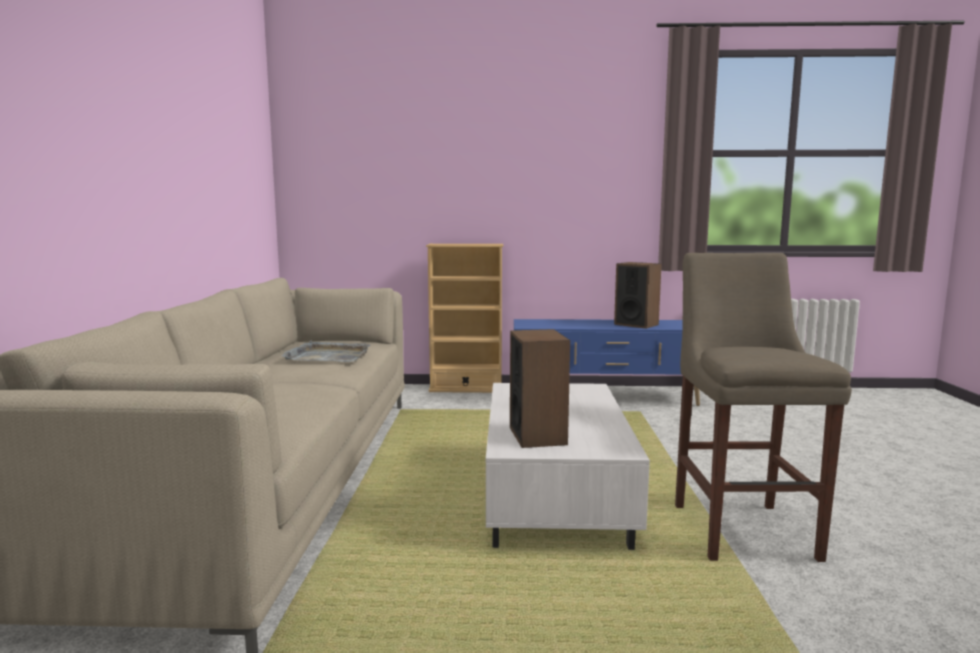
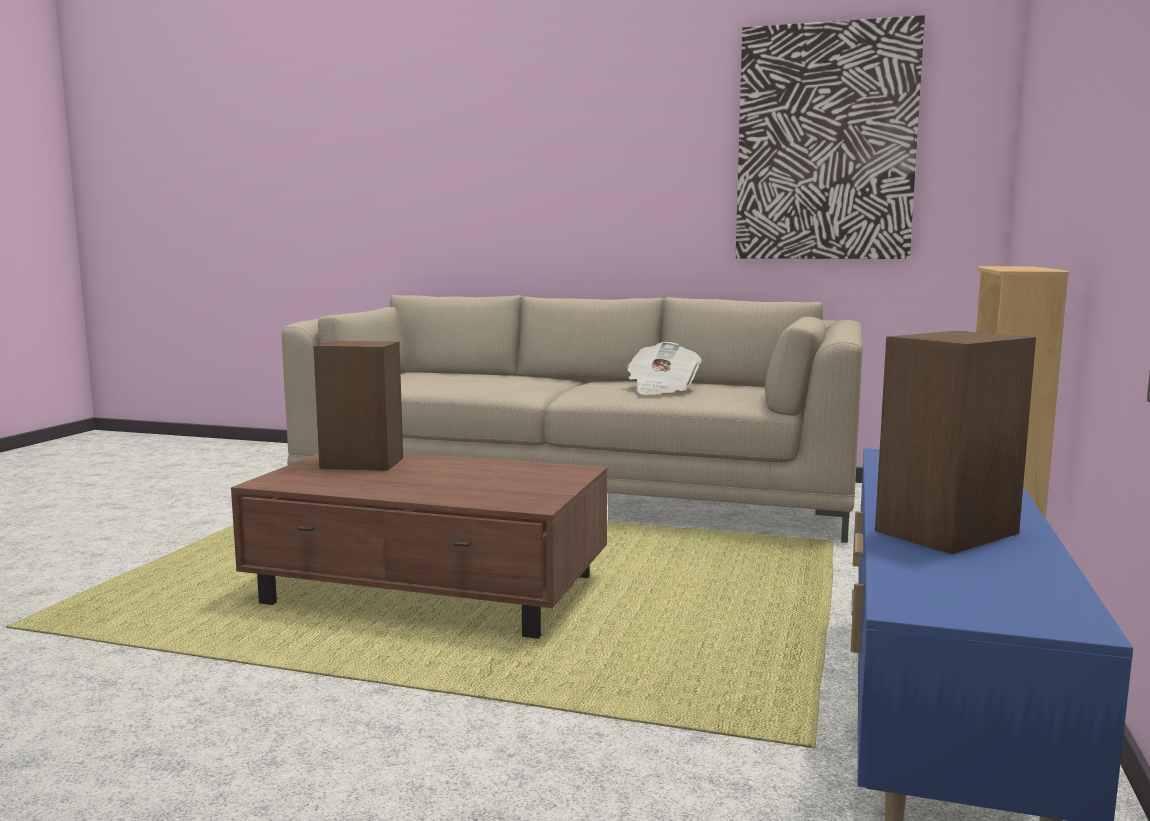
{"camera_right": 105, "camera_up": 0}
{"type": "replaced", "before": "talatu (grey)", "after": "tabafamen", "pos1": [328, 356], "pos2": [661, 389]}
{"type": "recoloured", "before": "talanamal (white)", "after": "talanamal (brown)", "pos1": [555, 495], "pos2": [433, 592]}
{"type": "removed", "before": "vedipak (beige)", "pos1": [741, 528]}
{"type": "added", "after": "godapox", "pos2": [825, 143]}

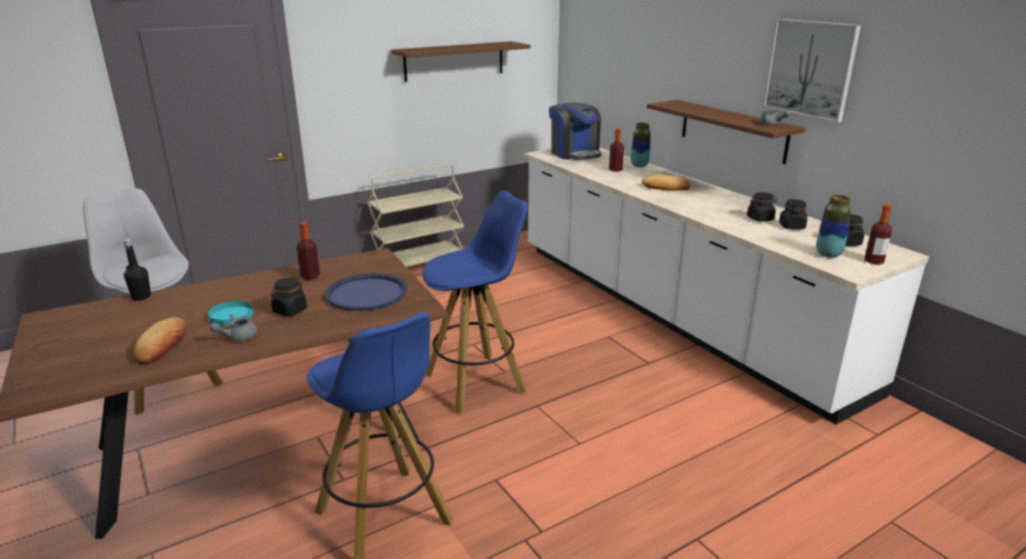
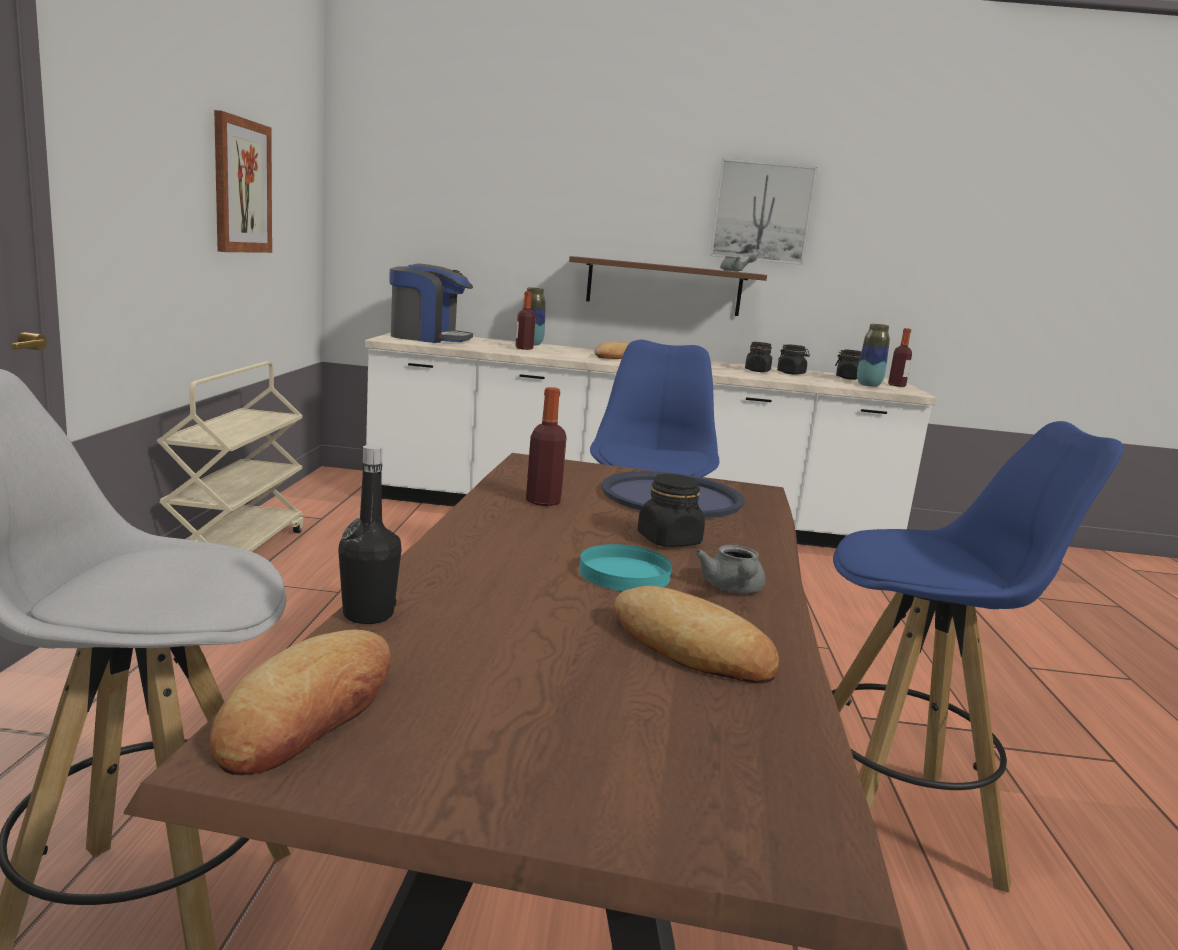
{"camera_right": -55, "camera_up": -10}
{"type": "replaced", "before": "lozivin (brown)", "after": "godapox", "pos1": [454, 61], "pos2": [241, 186]}
{"type": "added", "after": "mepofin", "pos2": [309, 712]}

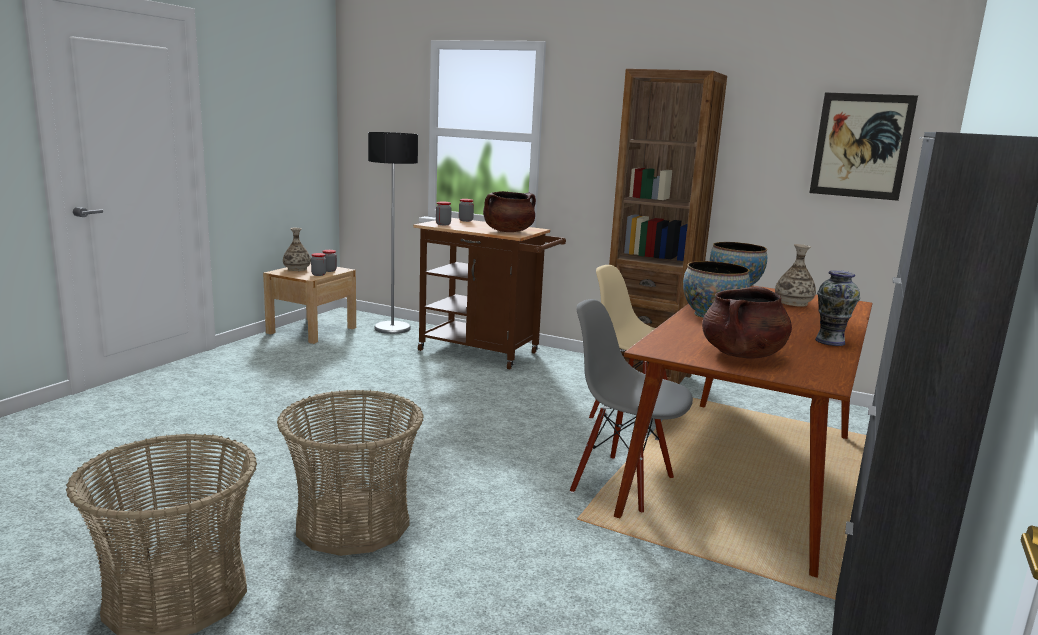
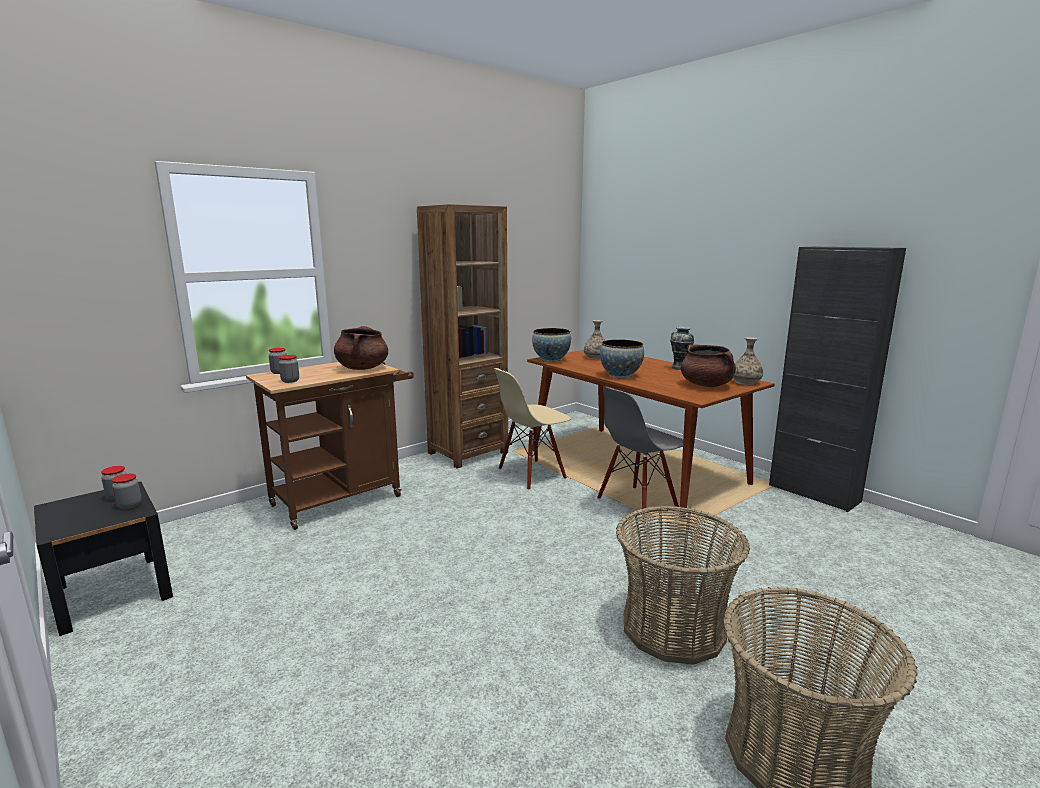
{"camera_right": -65, "camera_up": 0}
{"type": "recoloured", "before": "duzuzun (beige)", "after": "duzuzun (black)", "pos1": [312, 330], "pos2": [112, 592]}
{"type": "moved", "before": "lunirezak", "pos1": [297, 269], "pos2": [745, 382]}
{"type": "removed", "before": "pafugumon", "pos1": [392, 328]}
{"type": "removed", "before": "godapox", "pos1": [861, 146]}

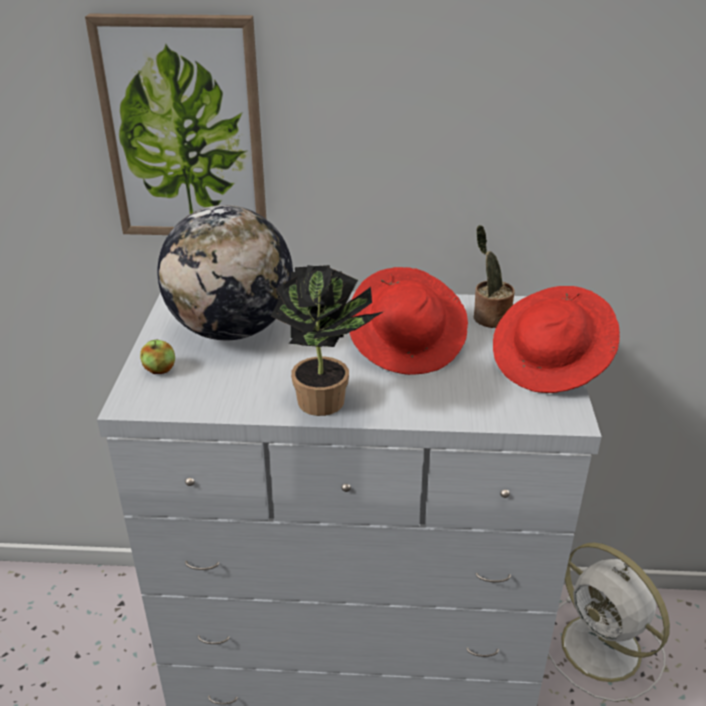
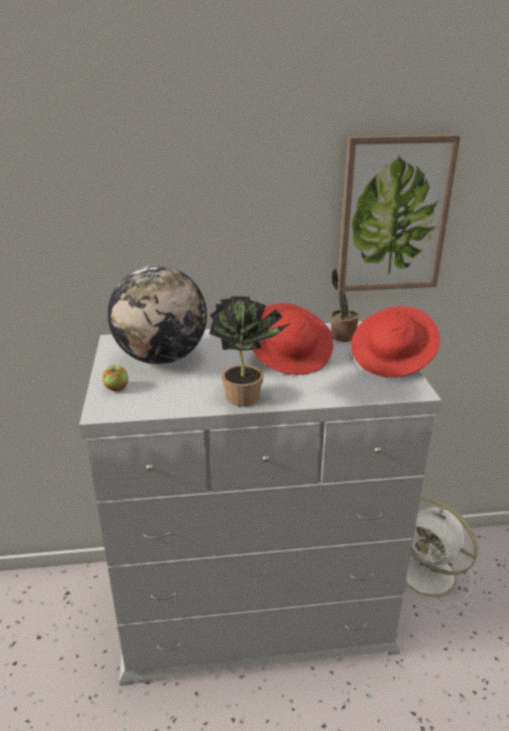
{"camera_right": -10, "camera_up": -5}
{"type": "moved", "before": "godapox", "pos1": [184, 130], "pos2": [393, 215]}

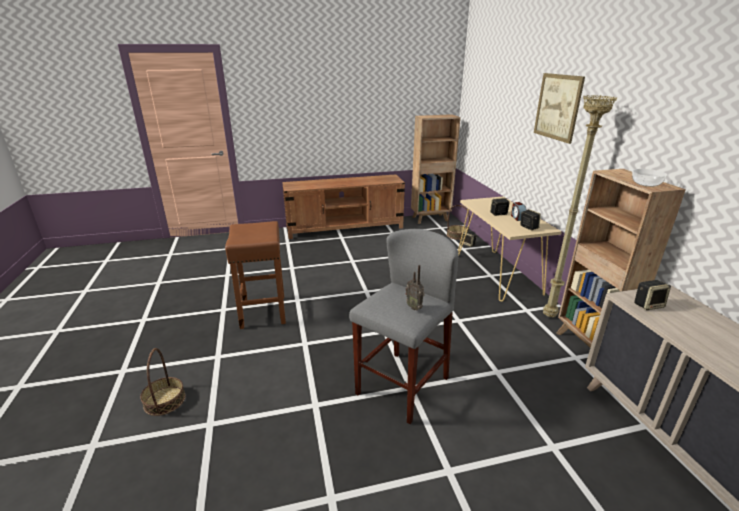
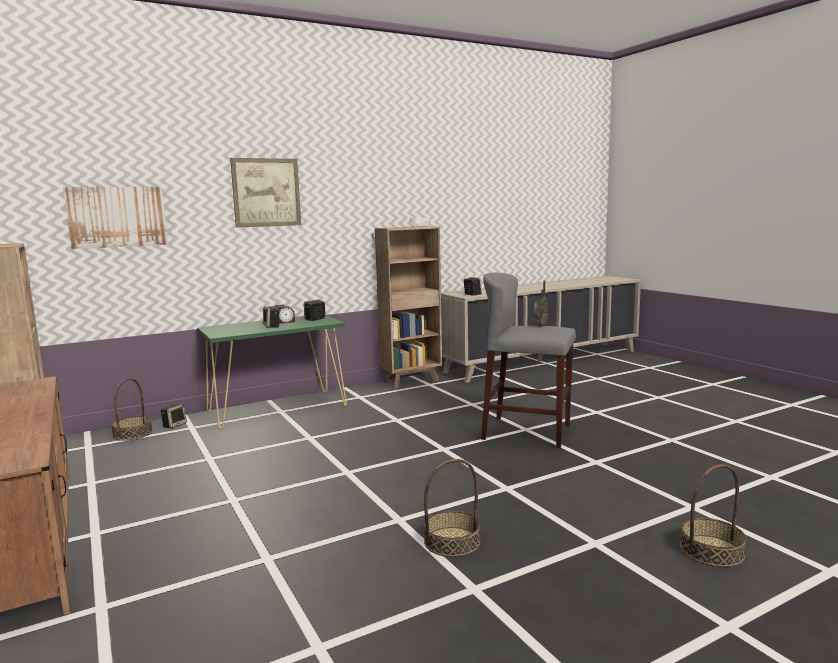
{"camera_right": -105, "camera_up": -15}
{"type": "replaced", "before": "vedipak (brown)", "after": "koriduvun", "pos1": [263, 311], "pos2": [452, 542]}
{"type": "recoloured", "before": "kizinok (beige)", "after": "kizinok (green)", "pos1": [497, 274], "pos2": [278, 408]}
{"type": "removed", "before": "pafugumon (beige)", "pos1": [550, 316]}
{"type": "added", "after": "godapox", "pos2": [117, 217]}

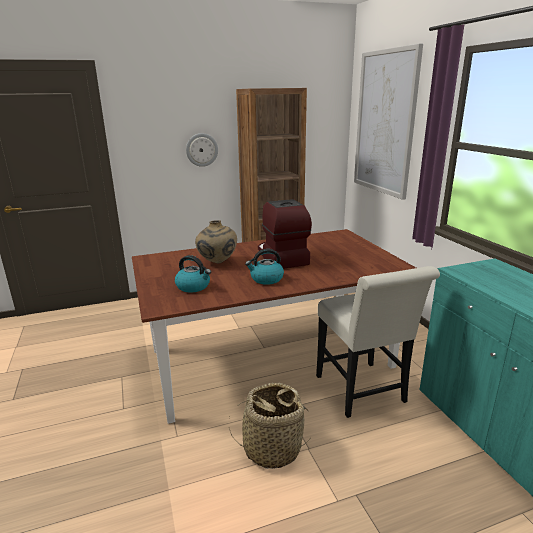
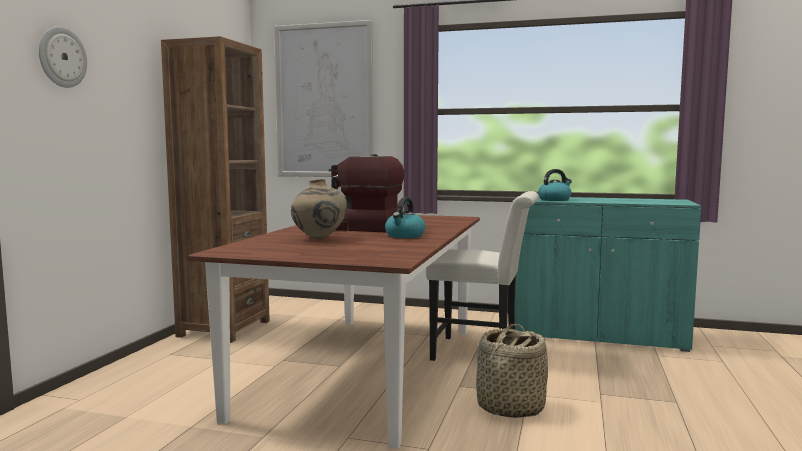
{"camera_right": -55, "camera_up": -15}
{"type": "moved", "before": "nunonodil", "pos1": [194, 286], "pos2": [554, 199]}
{"type": "moved", "before": "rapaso", "pos1": [202, 149], "pos2": [62, 57]}

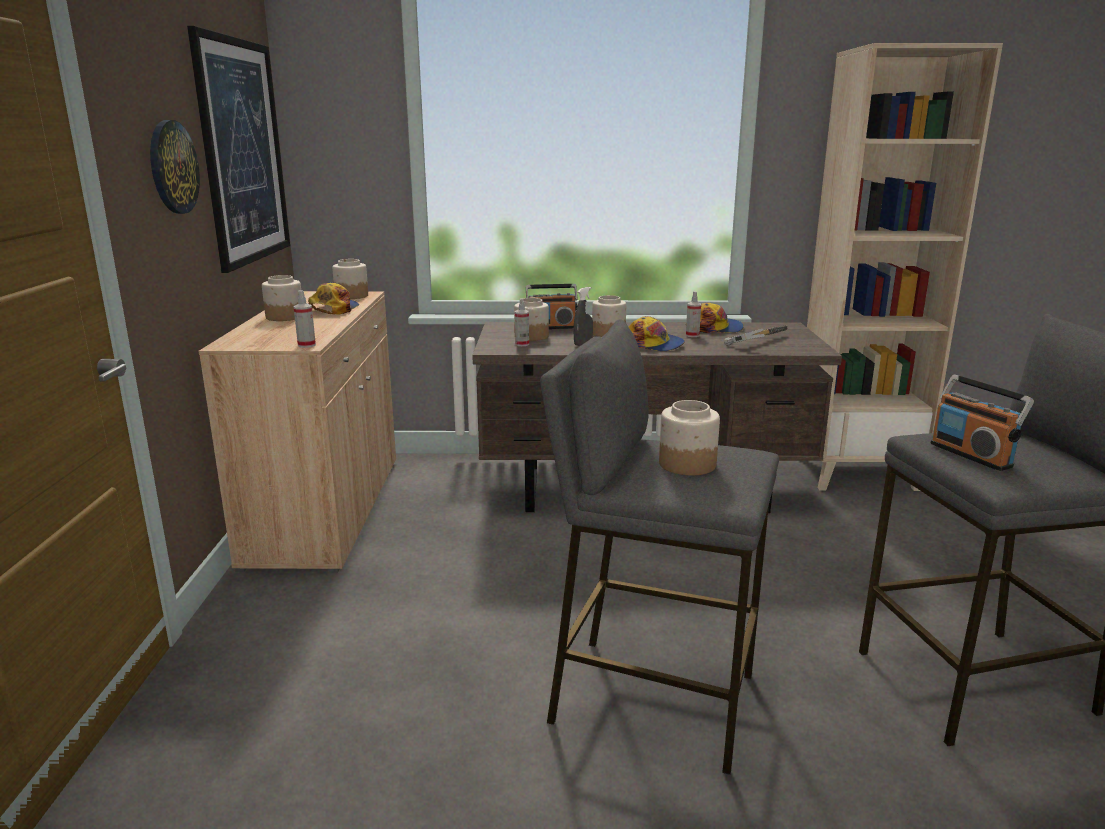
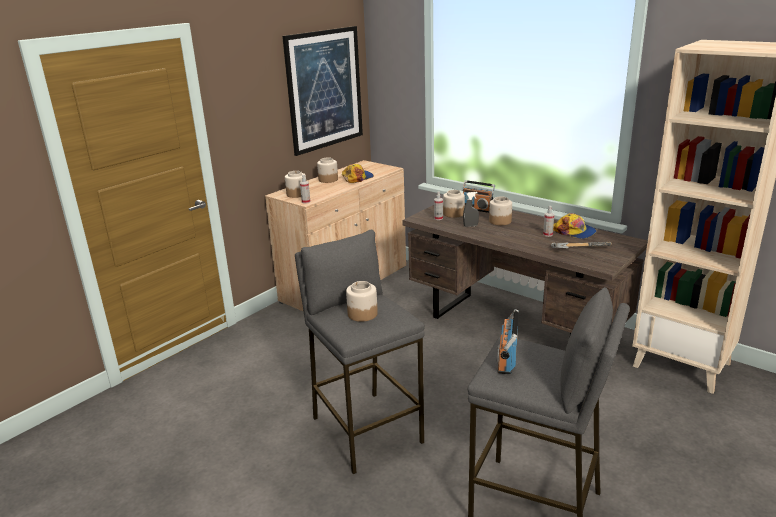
{"camera_right": 40, "camera_up": 5}
{"type": "removed", "before": "rapaso", "pos1": [172, 167]}
{"type": "moved", "before": "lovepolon", "pos1": [351, 296], "pos2": [297, 194]}
{"type": "removed", "before": "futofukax", "pos1": [652, 345]}

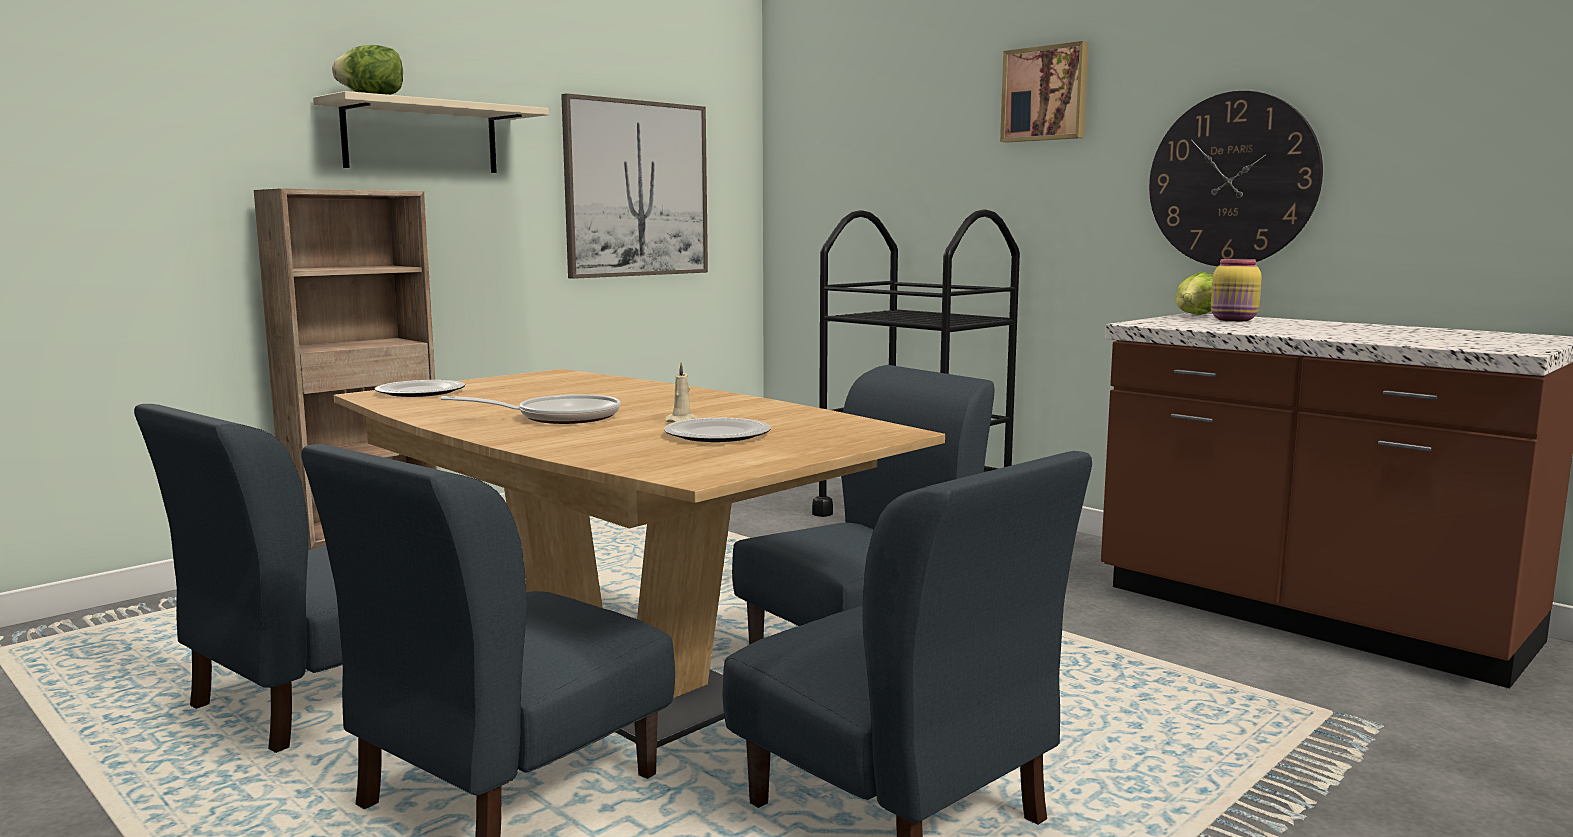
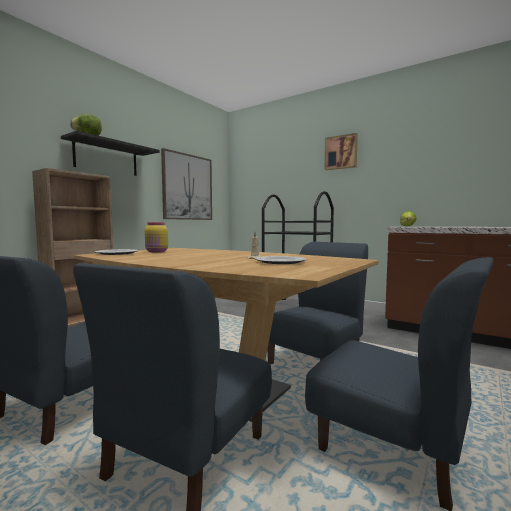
{"camera_right": -10, "camera_up": -5}
{"type": "recoloured", "before": "lozivin (beige)", "after": "lozivin (black)", "pos1": [421, 138], "pos2": [106, 158]}
{"type": "removed", "before": "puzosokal", "pos1": [559, 417]}
{"type": "removed", "before": "rapaso", "pos1": [1232, 180]}
{"type": "moved", "before": "lovepolon (yellow)", "pos1": [1234, 320], "pos2": [157, 252]}

